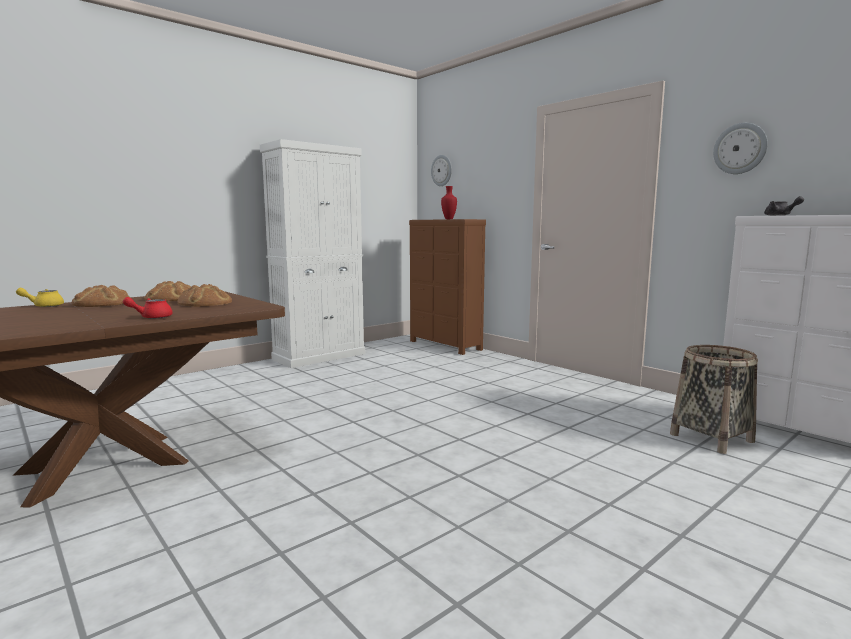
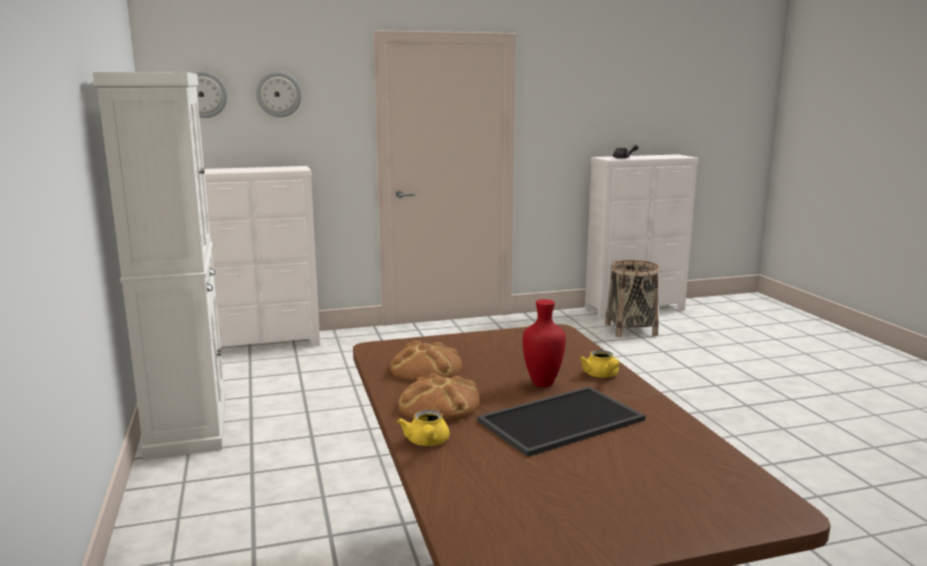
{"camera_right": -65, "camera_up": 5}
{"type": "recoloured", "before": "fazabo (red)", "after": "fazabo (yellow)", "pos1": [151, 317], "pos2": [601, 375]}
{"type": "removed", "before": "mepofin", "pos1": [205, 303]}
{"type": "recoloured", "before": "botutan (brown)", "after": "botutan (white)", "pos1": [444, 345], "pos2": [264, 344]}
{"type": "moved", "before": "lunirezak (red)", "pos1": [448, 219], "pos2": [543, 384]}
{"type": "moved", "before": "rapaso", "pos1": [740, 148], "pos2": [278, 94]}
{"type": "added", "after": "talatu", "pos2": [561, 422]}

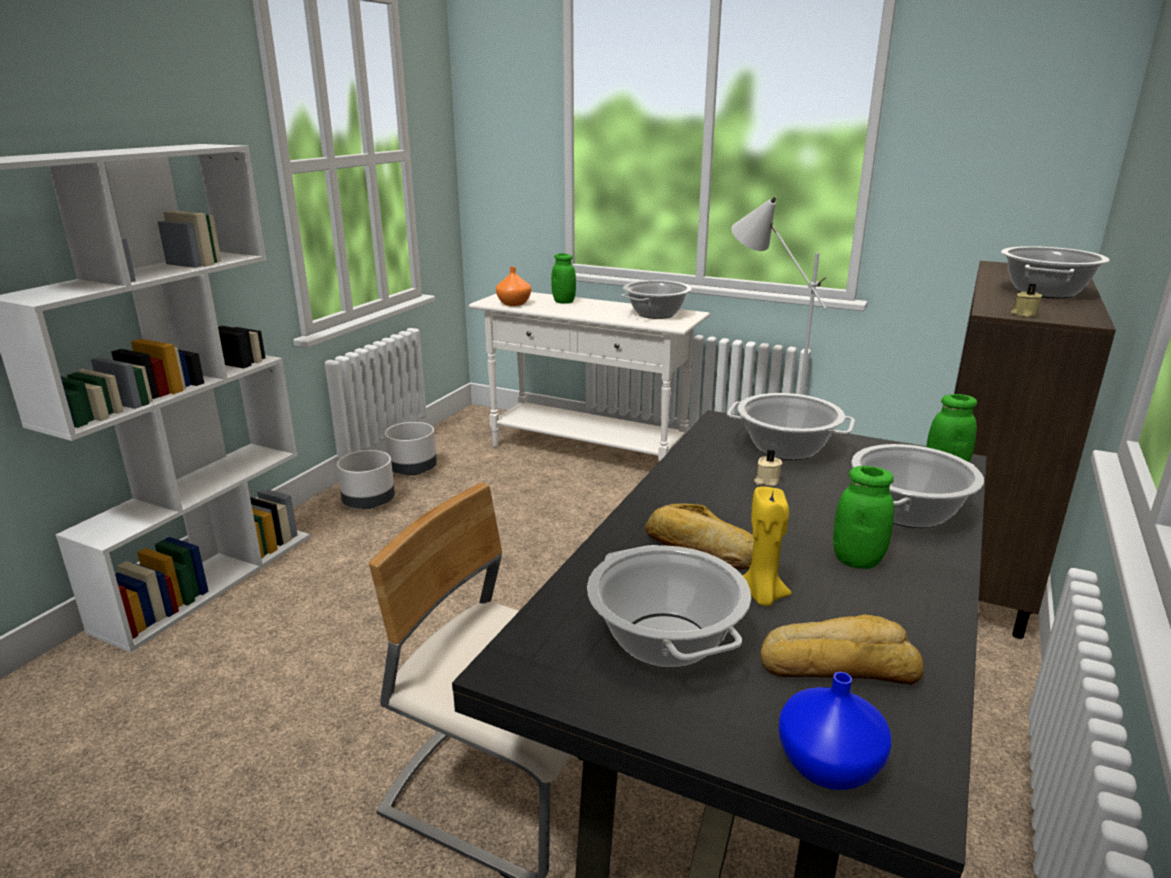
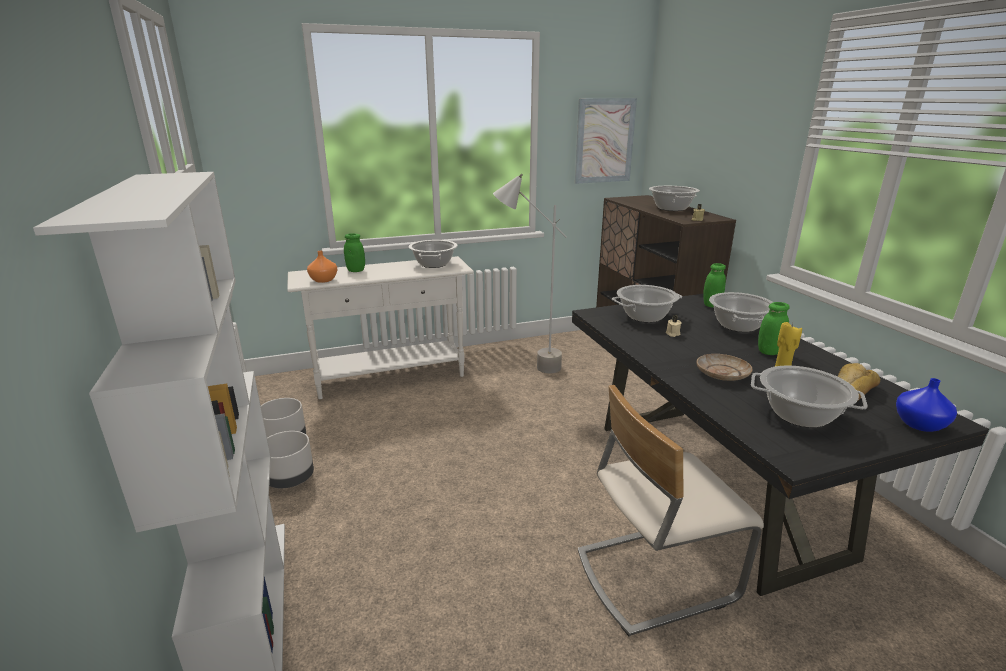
{"camera_right": -45, "camera_up": 0}
{"type": "replaced", "before": "mepofin", "after": "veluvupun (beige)", "pos1": [700, 548], "pos2": [722, 373]}
{"type": "added", "after": "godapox", "pos2": [604, 141]}

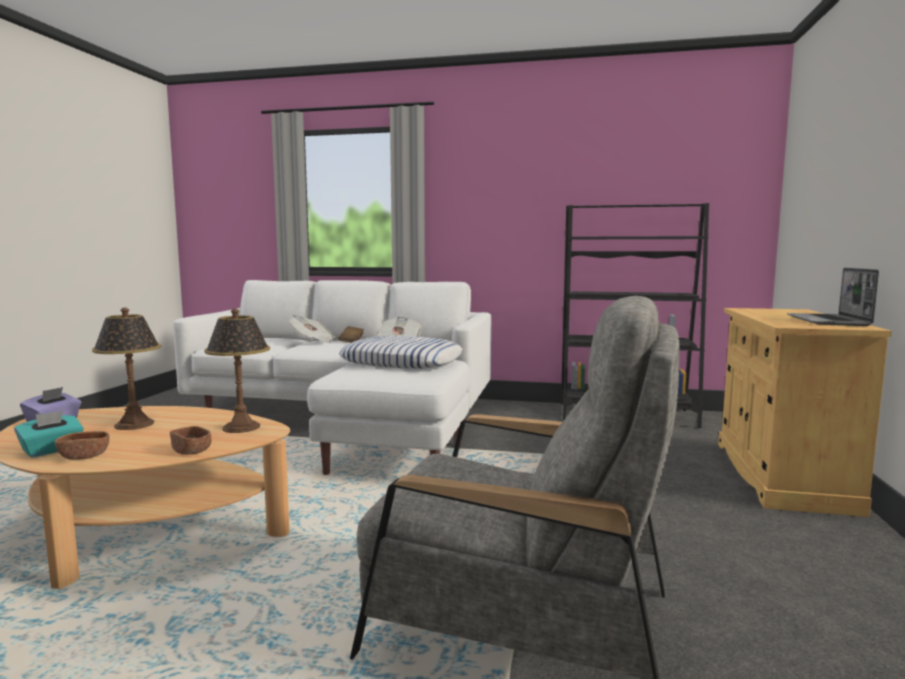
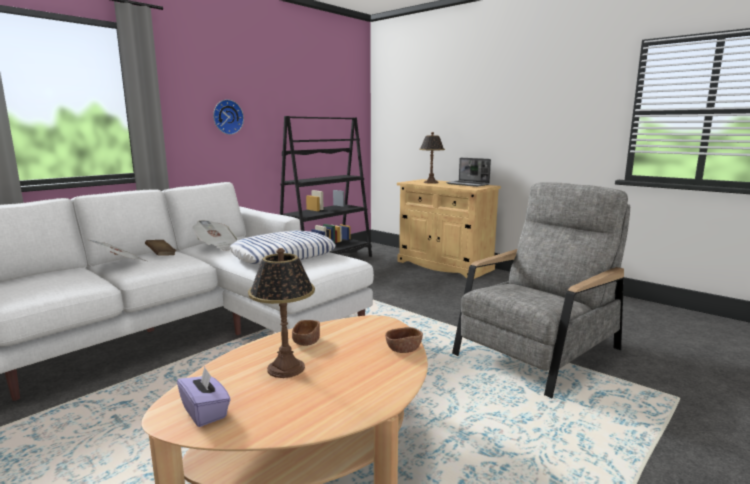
{"camera_right": -60, "camera_up": 5}
{"type": "removed", "before": "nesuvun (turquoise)", "pos1": [52, 450]}
{"type": "moved", "before": "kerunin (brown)", "pos1": [84, 456], "pos2": [306, 341]}
{"type": "moved", "before": "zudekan", "pos1": [241, 427], "pos2": [431, 182]}
{"type": "added", "after": "rapaso", "pos2": [227, 117]}

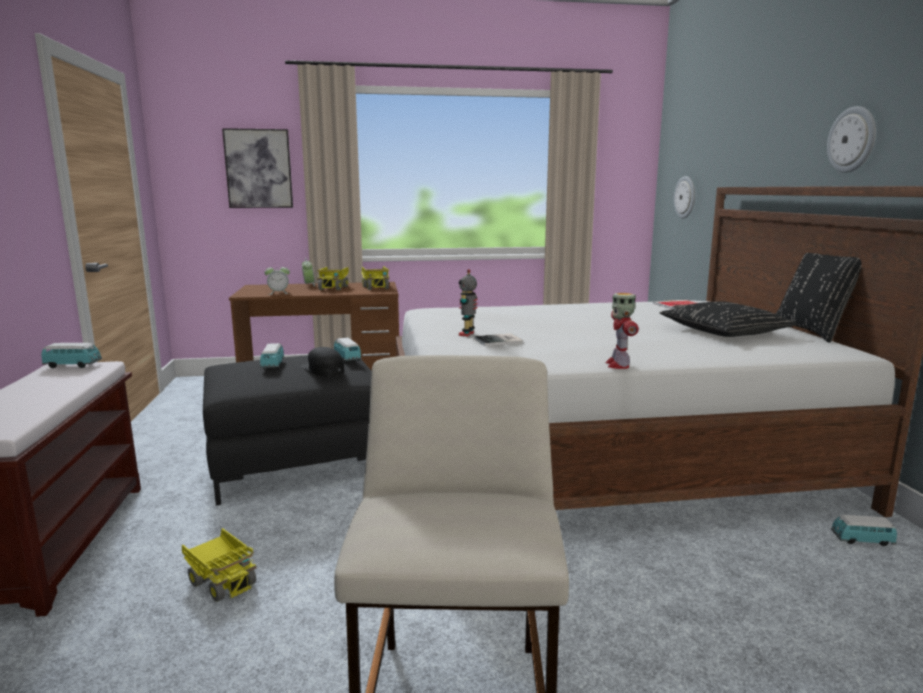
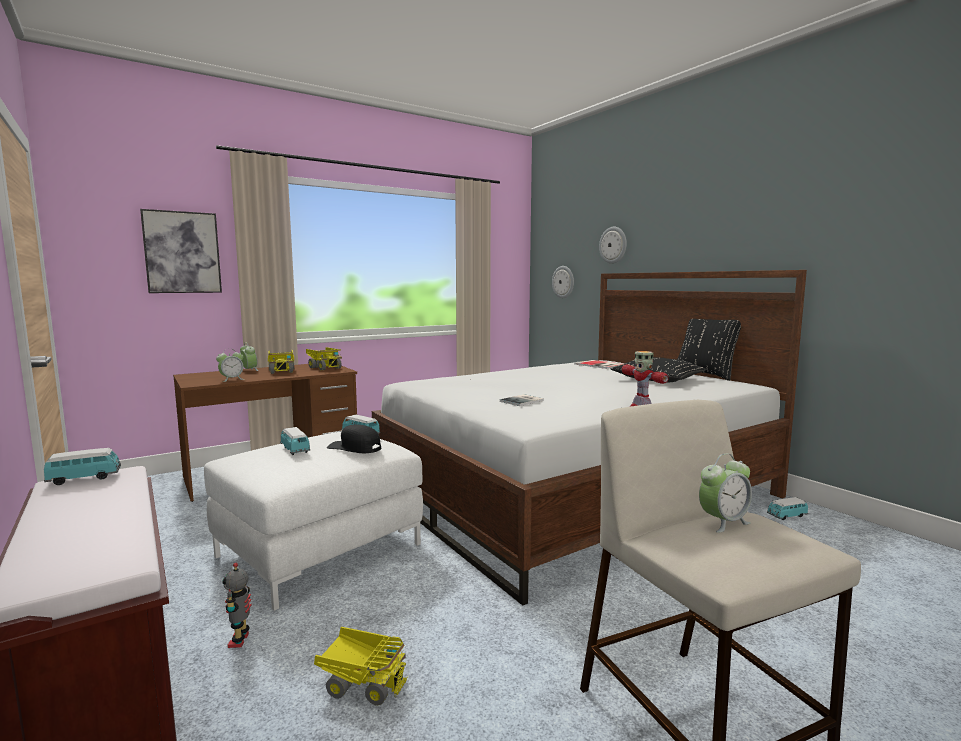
{"camera_right": -25, "camera_up": -5}
{"type": "recoloured", "before": "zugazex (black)", "after": "zugazex (white)", "pos1": [295, 464], "pos2": [319, 551]}
{"type": "moved", "before": "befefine", "pos1": [467, 334], "pos2": [240, 640]}
{"type": "moved", "before": "rapaso", "pos1": [852, 139], "pos2": [613, 245]}
{"type": "added", "after": "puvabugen", "pos2": [723, 522]}

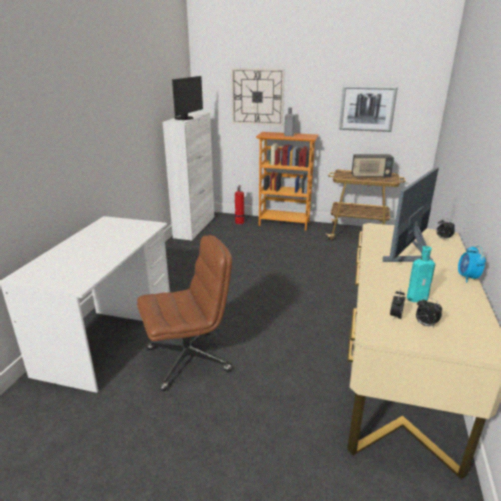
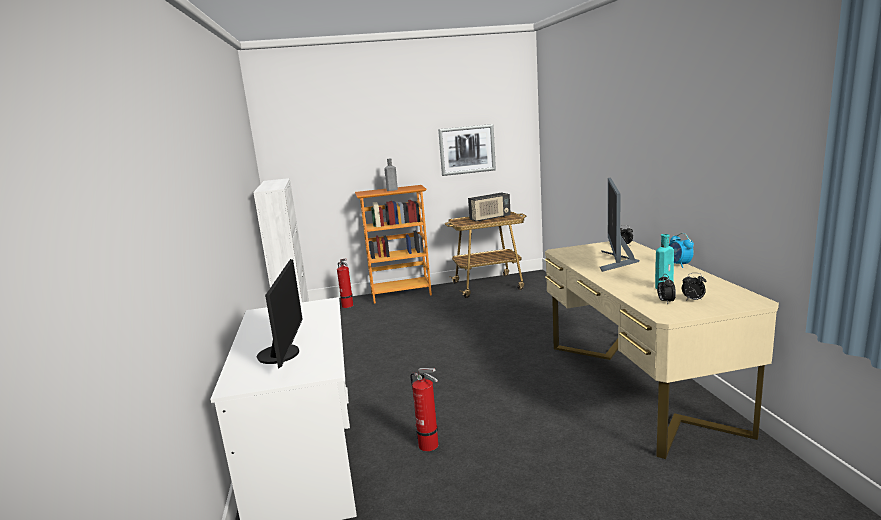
{"camera_right": -25, "camera_up": -10}
{"type": "replaced", "before": "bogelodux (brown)", "after": "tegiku", "pos1": [189, 359], "pos2": [430, 446]}
{"type": "moved", "before": "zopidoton", "pos1": [186, 118], "pos2": [283, 354]}
{"type": "removed", "before": "rapaso", "pos1": [257, 97]}

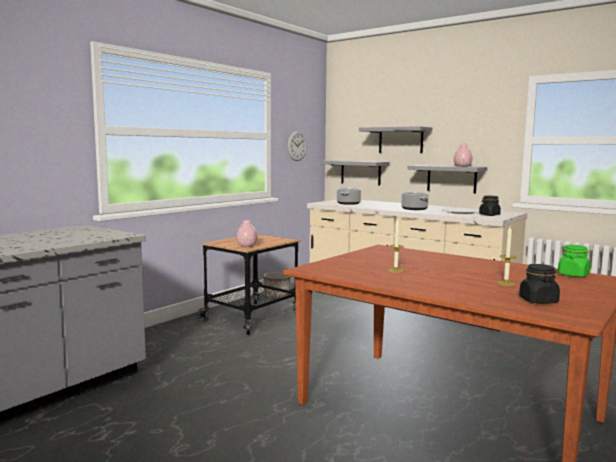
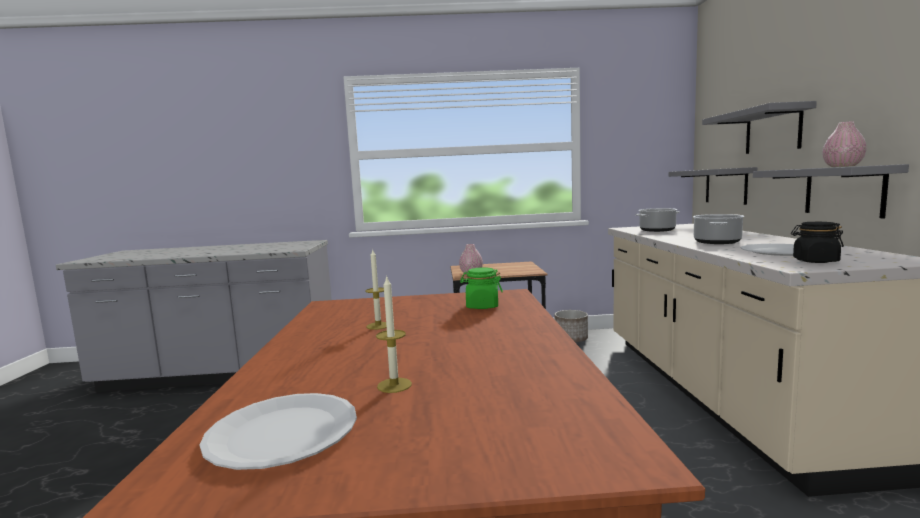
{"camera_right": 50, "camera_up": 0}
{"type": "removed", "before": "rapaso", "pos1": [297, 146]}
{"type": "replaced", "before": "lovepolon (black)", "after": "veluvupun (white)", "pos1": [538, 301], "pos2": [283, 432]}
{"type": "moved", "before": "lovepolon (green)", "pos1": [573, 275], "pos2": [482, 306]}

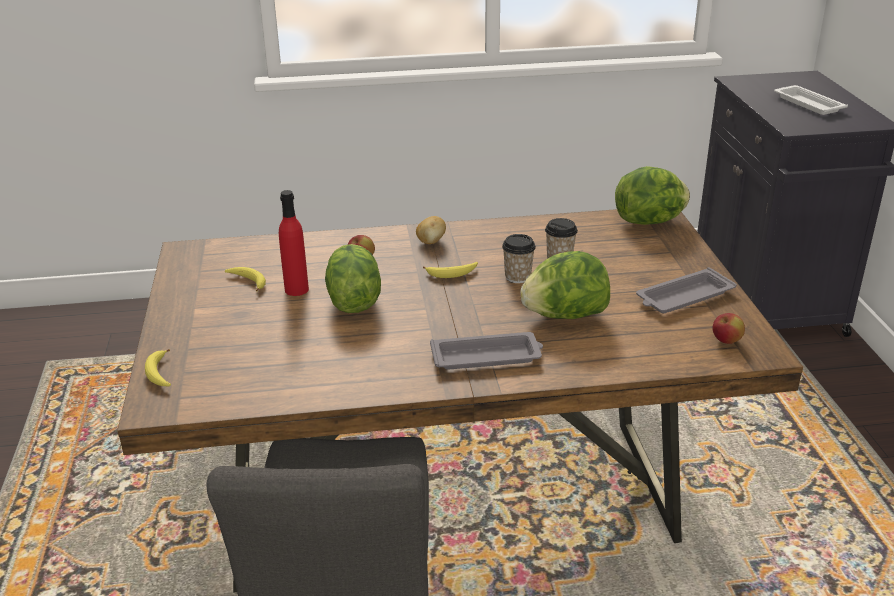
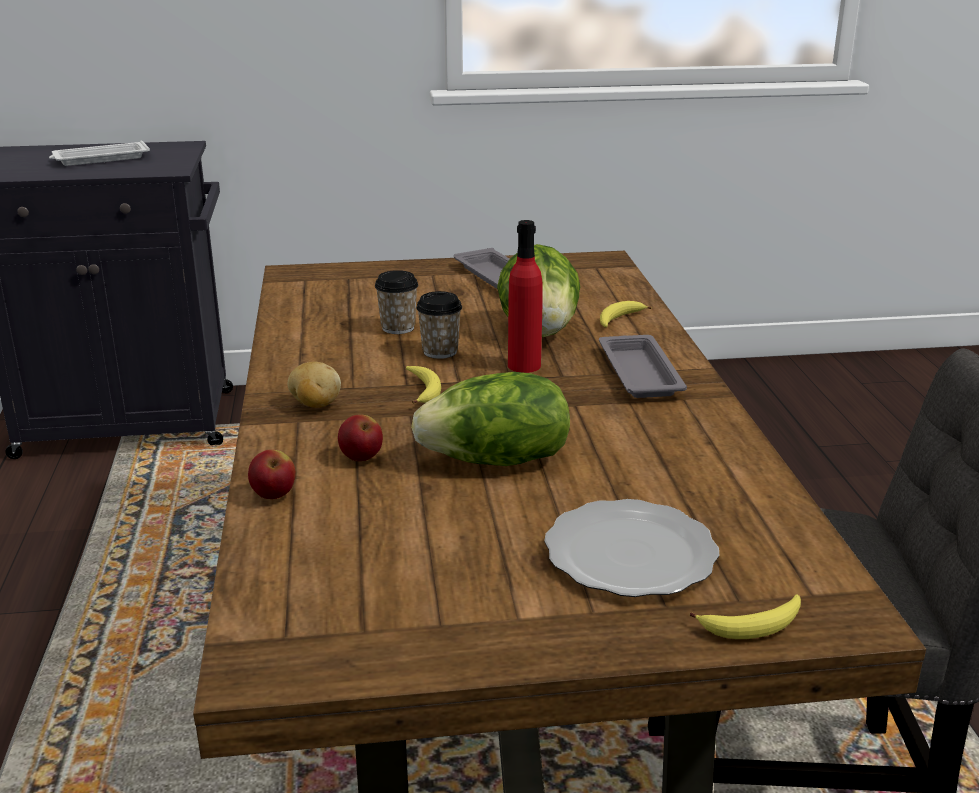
{"camera_right": -90, "camera_up": -5}
{"type": "moved", "before": "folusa", "pos1": [248, 282], "pos2": [619, 320]}
{"type": "moved", "before": "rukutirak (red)", "pos1": [296, 289], "pos2": [524, 365]}
{"type": "removed", "before": "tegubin", "pos1": [650, 221]}
{"type": "moved", "before": "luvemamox", "pos1": [726, 341], "pos2": [274, 495]}
{"type": "added", "after": "veluvupun", "pos2": [630, 555]}

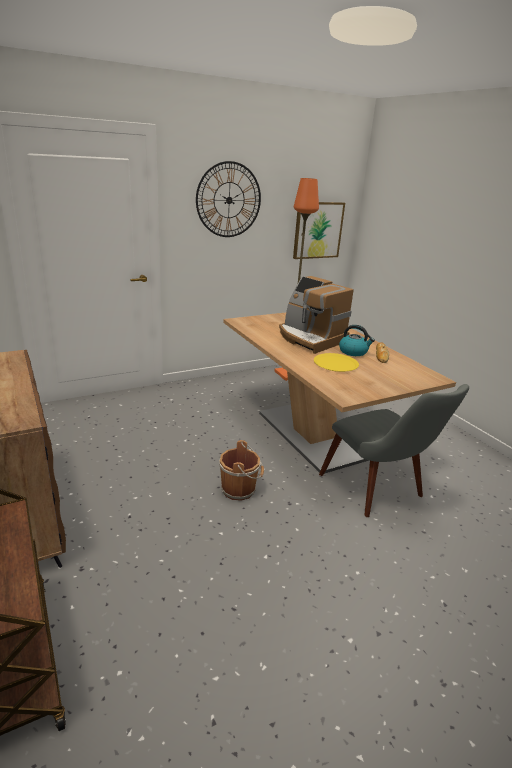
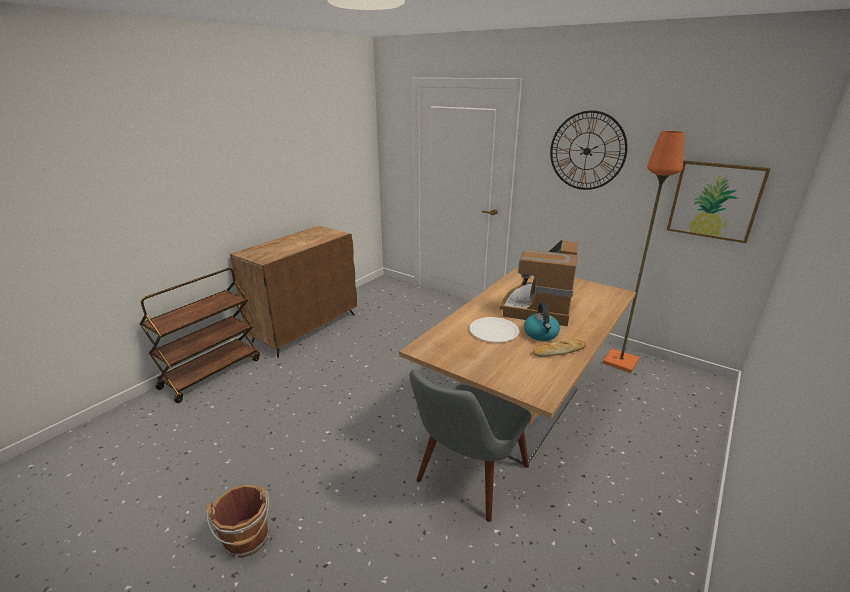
{"camera_right": 65, "camera_up": 0}
{"type": "moved", "before": "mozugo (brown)", "pos1": [240, 489], "pos2": [247, 540]}
{"type": "recoloured", "before": "veluvupun (yellow)", "after": "veluvupun (white)", "pos1": [336, 363], "pos2": [493, 331]}

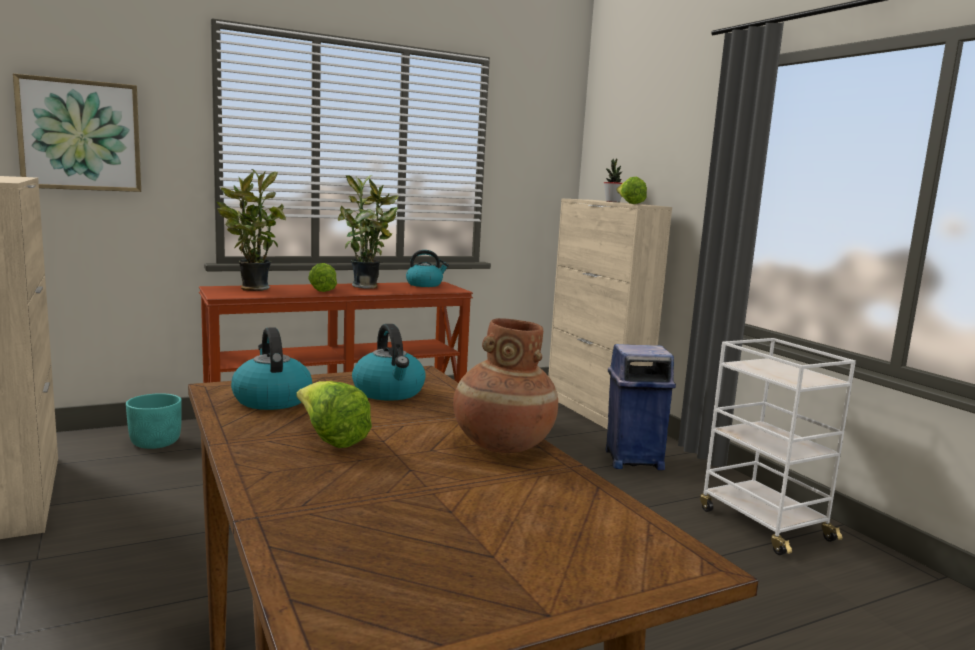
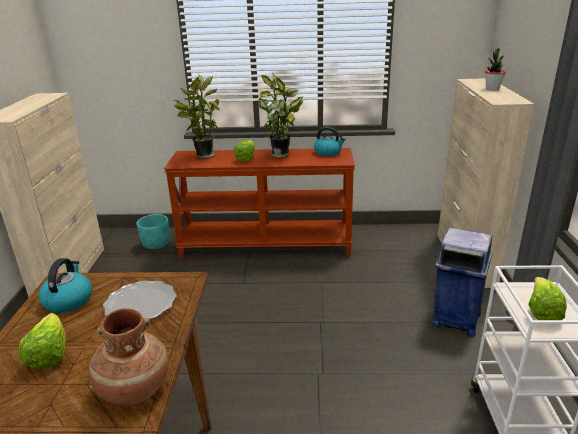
{"camera_right": 30, "camera_up": 15}
{"type": "removed", "before": "godapox", "pos1": [80, 135]}
{"type": "replaced", "before": "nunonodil", "after": "veluvupun", "pos1": [389, 392], "pos2": [141, 304]}
{"type": "moved", "before": "tegubin", "pos1": [628, 203], "pos2": [541, 312]}

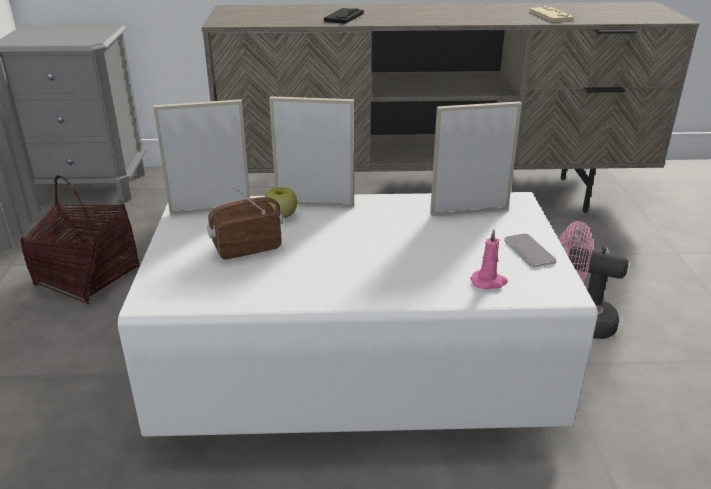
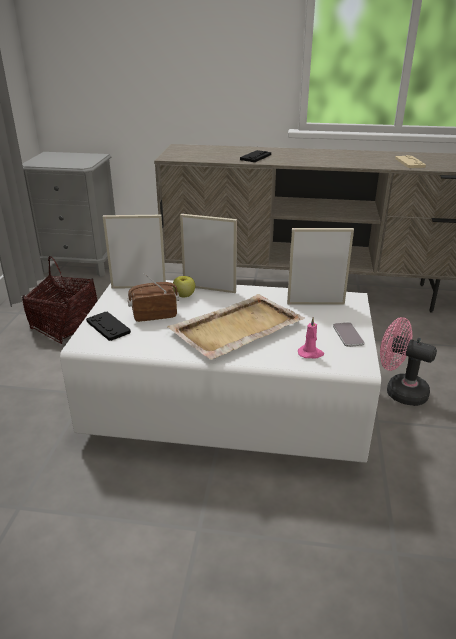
{"camera_right": 10, "camera_up": 0}
{"type": "added", "after": "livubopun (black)", "pos2": [108, 327]}
{"type": "added", "after": "talatu (beige)", "pos2": [235, 329]}

